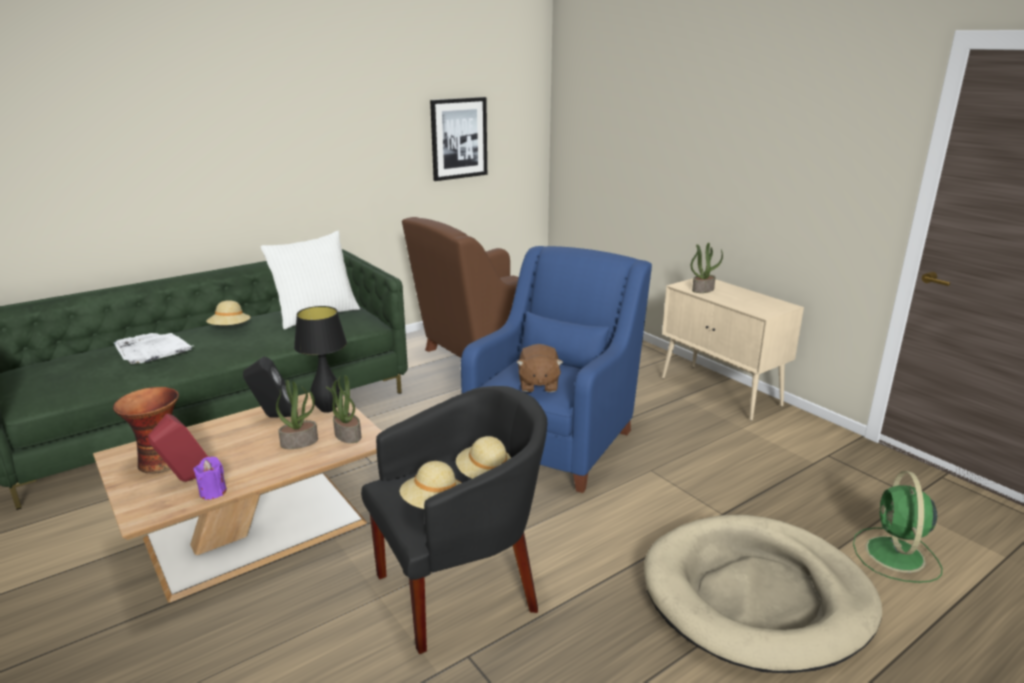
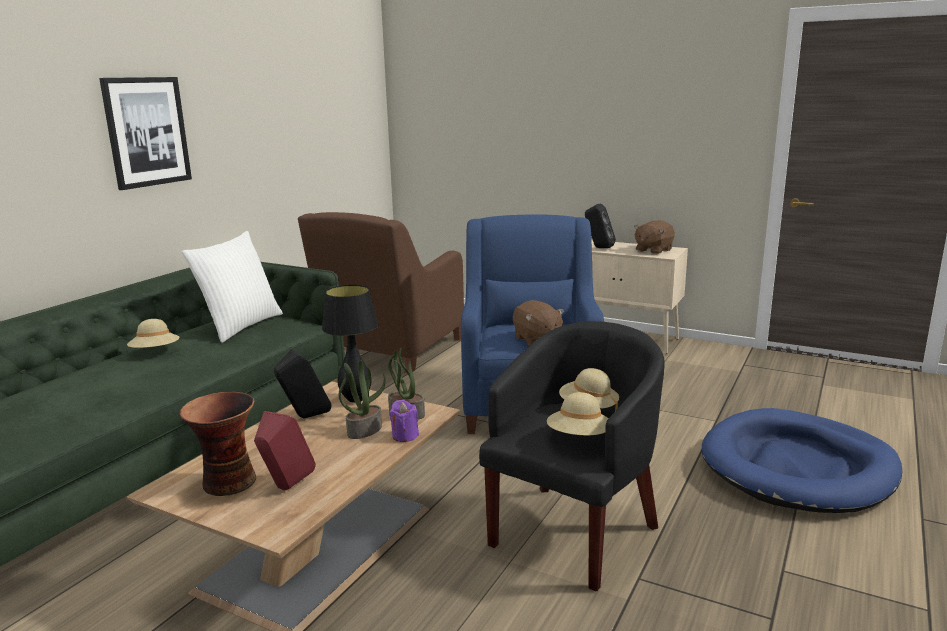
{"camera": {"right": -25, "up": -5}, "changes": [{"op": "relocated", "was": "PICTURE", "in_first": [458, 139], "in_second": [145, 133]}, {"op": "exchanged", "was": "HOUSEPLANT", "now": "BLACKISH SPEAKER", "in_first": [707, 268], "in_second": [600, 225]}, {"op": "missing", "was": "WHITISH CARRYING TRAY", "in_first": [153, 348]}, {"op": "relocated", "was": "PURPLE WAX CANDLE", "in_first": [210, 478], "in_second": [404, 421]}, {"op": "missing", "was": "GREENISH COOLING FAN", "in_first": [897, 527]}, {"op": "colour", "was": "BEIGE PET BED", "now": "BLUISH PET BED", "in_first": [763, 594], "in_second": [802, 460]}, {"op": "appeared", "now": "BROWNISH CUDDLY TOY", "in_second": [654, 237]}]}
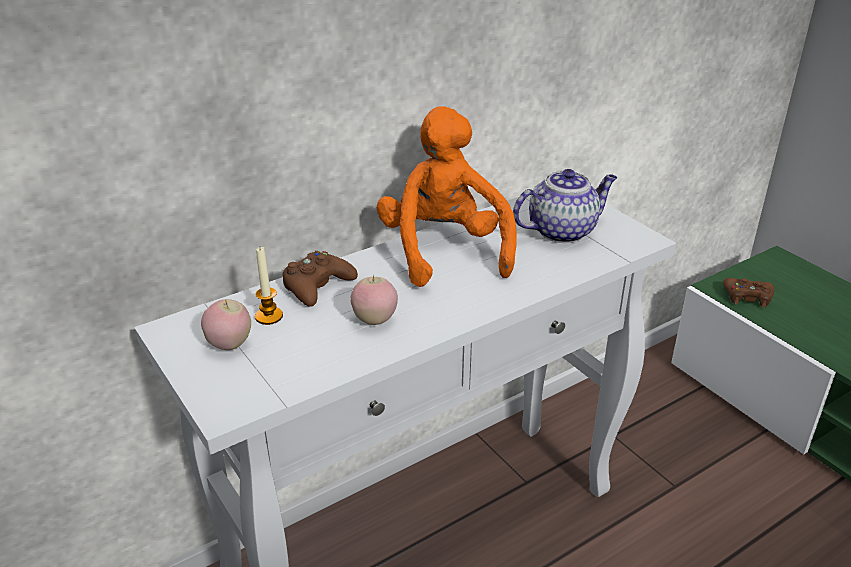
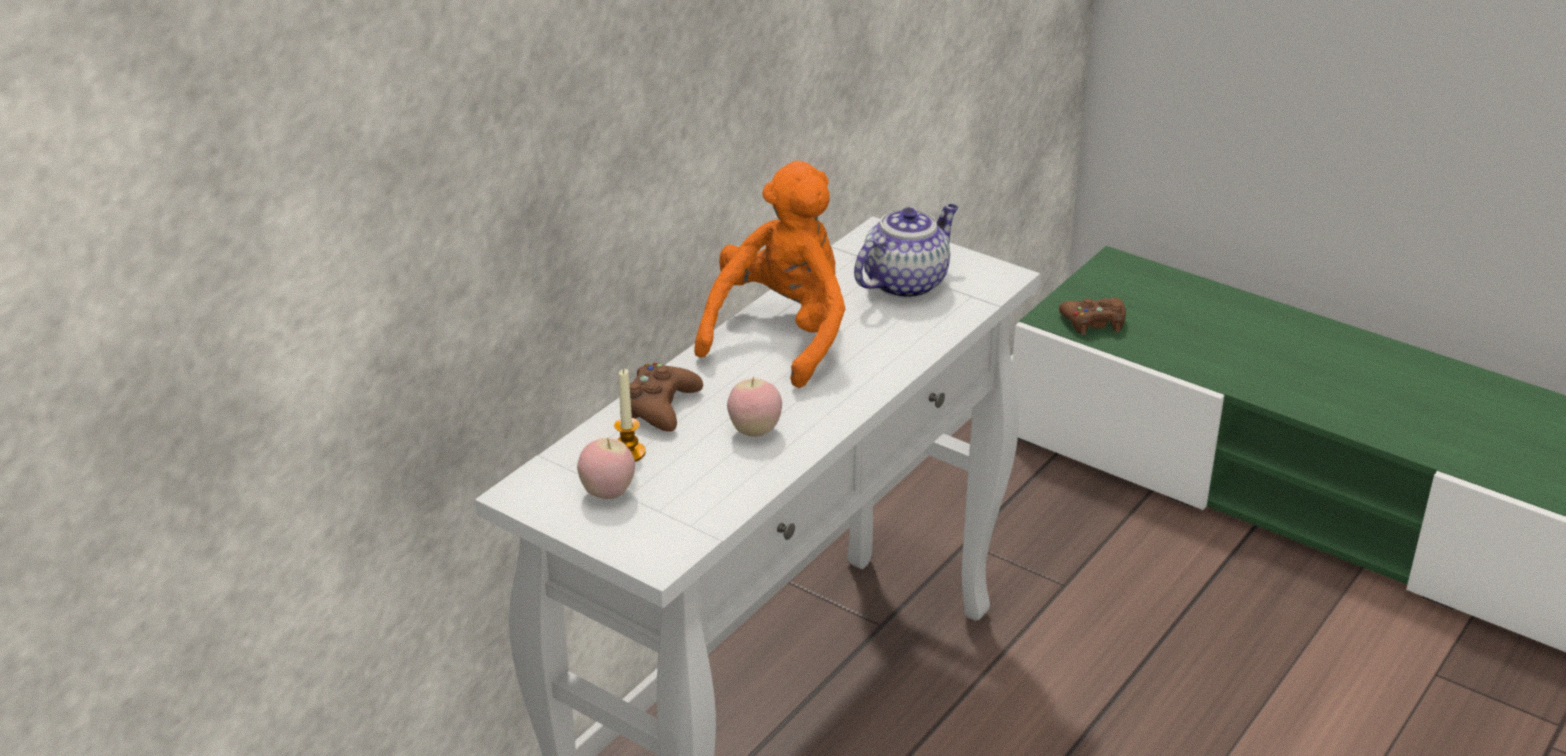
{"camera": {"right": -20, "up": 0}, "changes": [{"op": "spun", "was": "ORANGE-COLOURED CUDDLY TOY", "in_first": [447, 196], "in_second": [769, 274], "clockwise": 60}]}
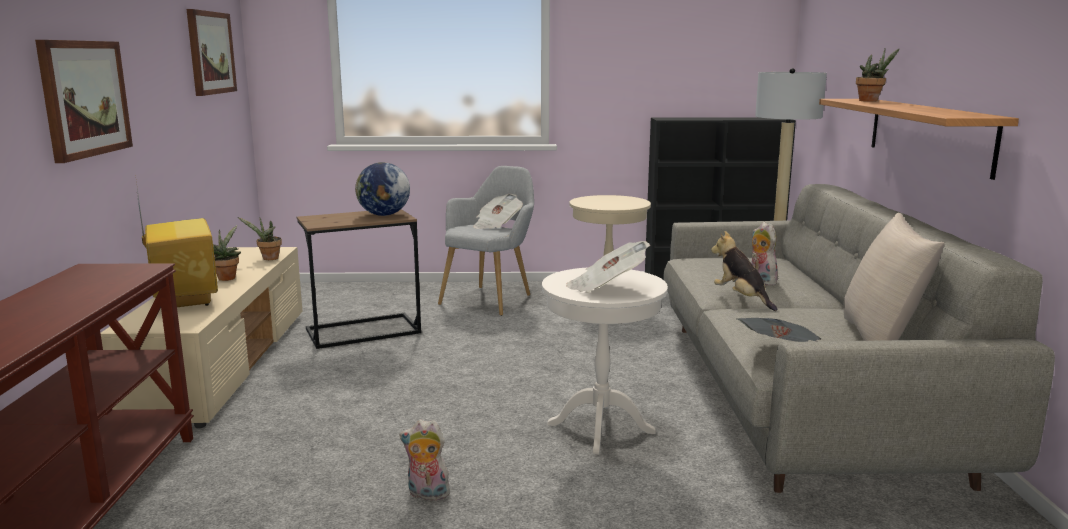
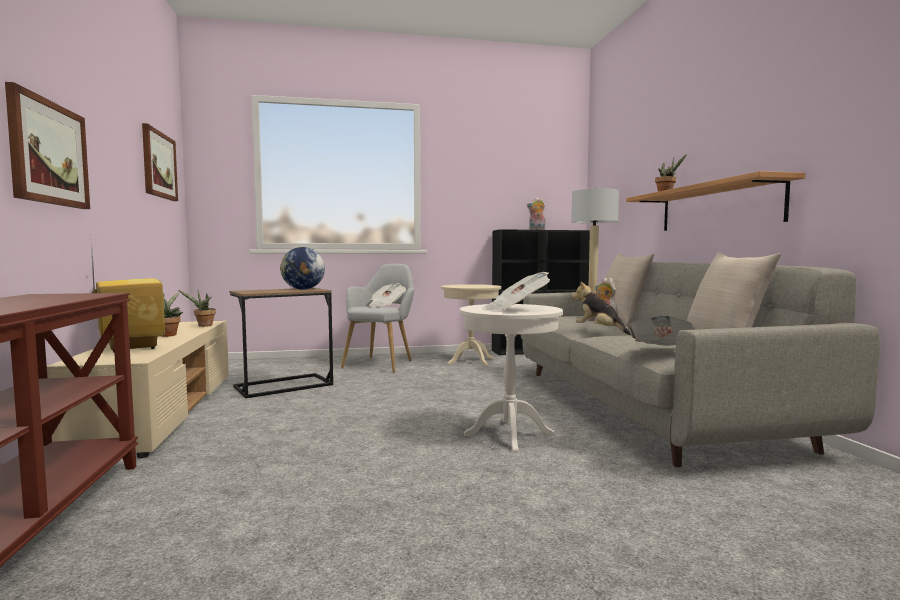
{"camera": {"right": -10, "up": -10}, "changes": [{"op": "relocated", "was": "CUDDLY TOY", "in_first": [424, 460], "in_second": [536, 213]}, {"op": "appeared", "now": "BEIGE PILLOW", "in_second": [629, 288]}]}
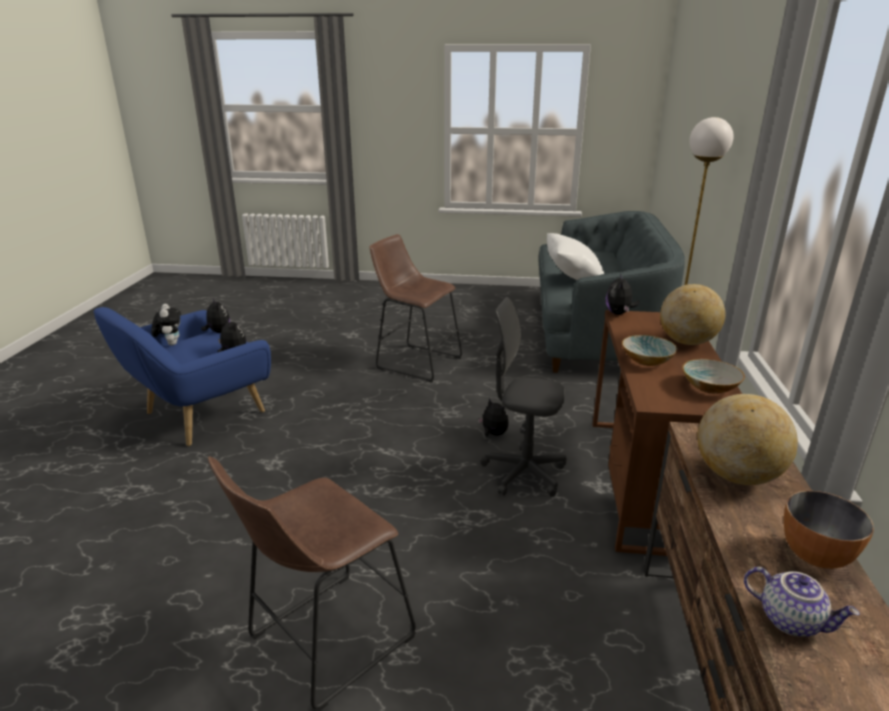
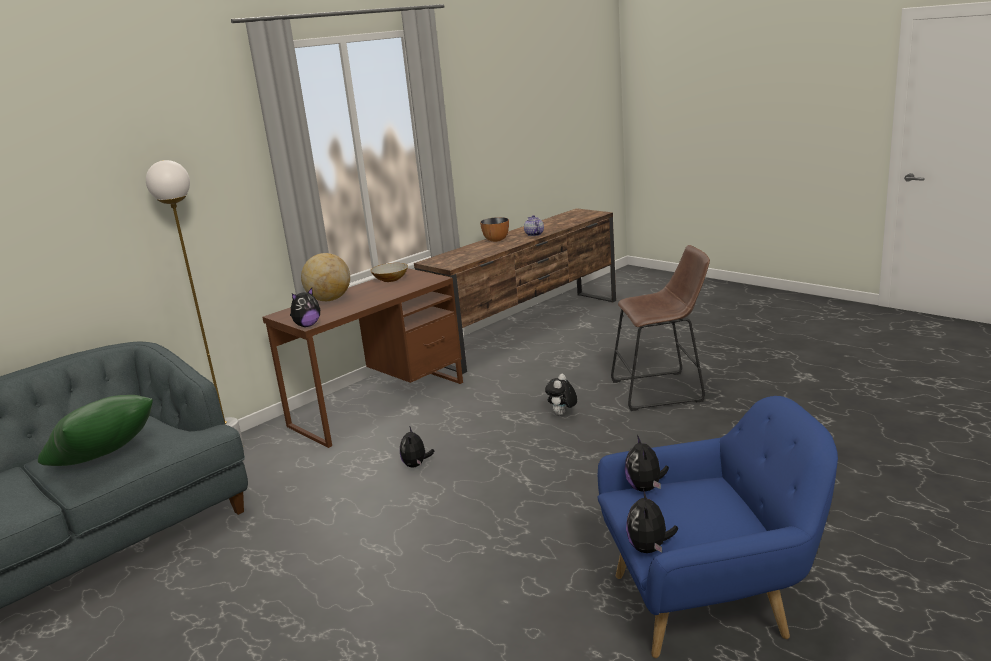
{"camera": {"right": -140, "up": -5}, "changes": [{"op": "colour", "was": "WHITISH PILLOW", "now": "GREENISH PILLOW", "in_first": [575, 256], "in_second": [95, 430]}, {"op": "missing", "was": "BROWNISH SITTING STOOL", "in_first": [415, 308]}, {"op": "missing", "was": "GREY DESK CHAIR", "in_first": [524, 397]}, {"op": "relocated", "was": "CUDDLY TOY", "in_first": [166, 324], "in_second": [561, 395]}, {"op": "missing", "was": "SERVING BOWL", "in_first": [650, 350]}, {"op": "missing", "was": "DESK GLOBE", "in_first": [748, 439]}]}
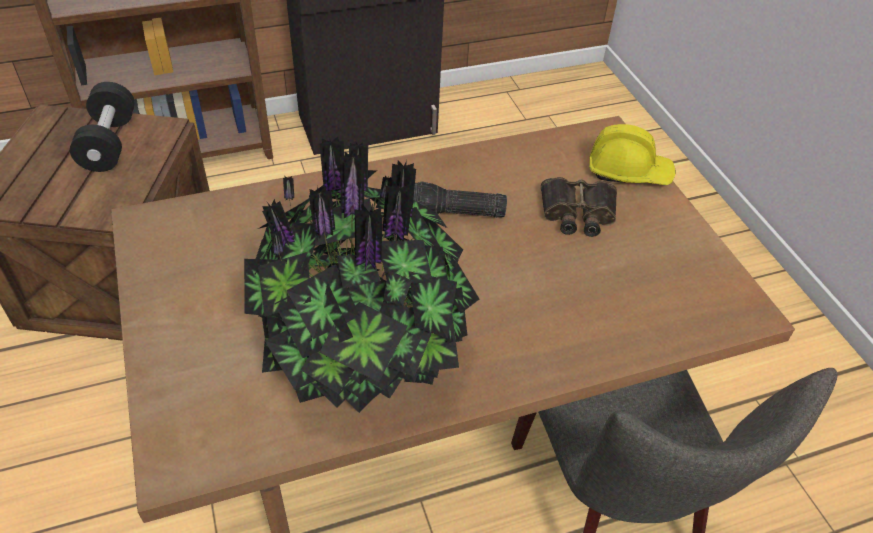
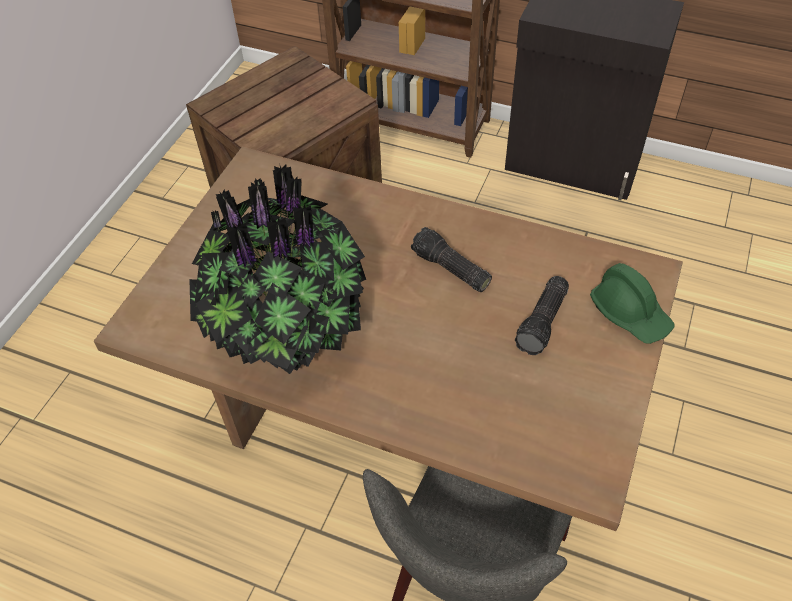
{"camera": {"right": 45, "up": 5}, "changes": [{"op": "missing", "was": "BLACKISH DUMBBELL", "in_first": [102, 127]}, {"op": "colour", "was": "YELLOWISH WORK HELMET", "now": "GREENISH WORK HELMET", "in_first": [632, 154], "in_second": [632, 303]}, {"op": "exchanged", "was": "FIELD GLASSES", "now": "FLASHLIGHT", "in_first": [579, 207], "in_second": [542, 315]}]}
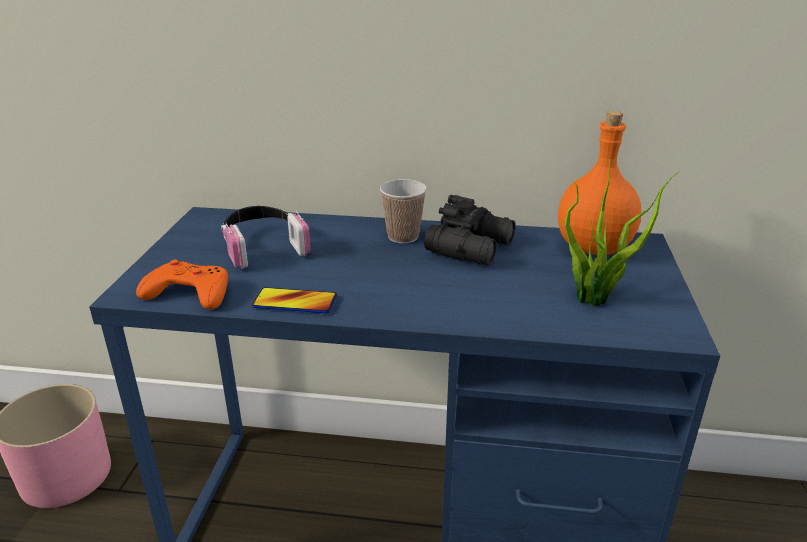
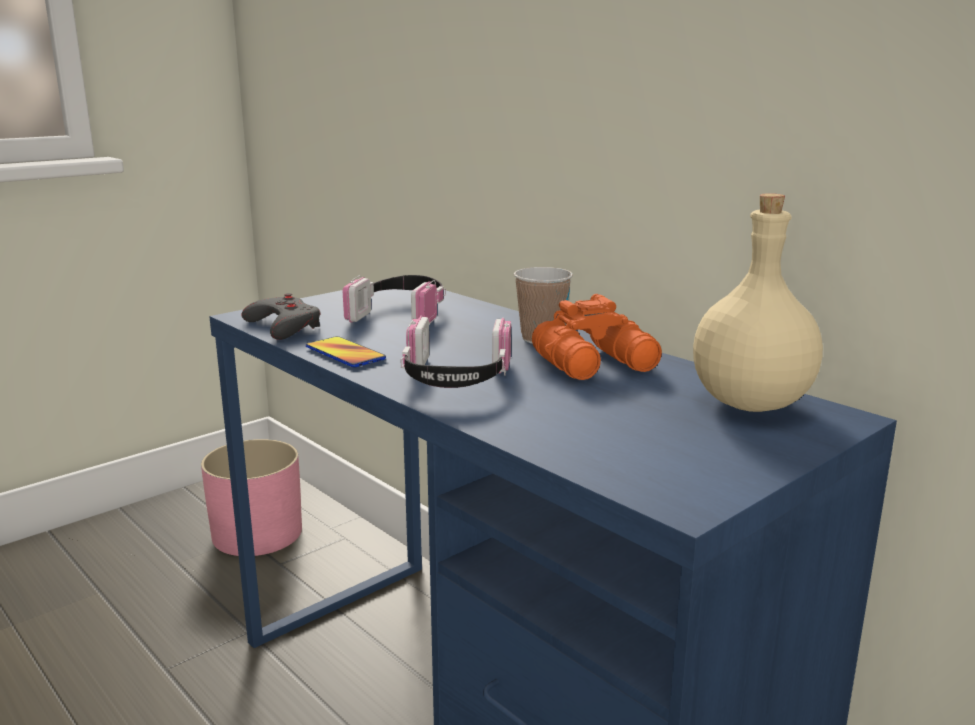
{"camera": {"right": 40, "up": -10}, "changes": [{"op": "colour", "was": "ORANGE-COLOURED DRINK BOTTLE", "now": "BEIGE DRINK BOTTLE", "in_first": [599, 183], "in_second": [758, 302]}, {"op": "missing", "was": "HOUSEPLANT", "in_first": [622, 233]}, {"op": "colour", "was": "BLACKISH FIELD GLASSES", "now": "ORANGE-COLOURED FIELD GLASSES", "in_first": [470, 230], "in_second": [597, 337]}, {"op": "colour", "was": "ORANGE-COLOURED GAME CONTROLLER", "now": "GREY GAME CONTROLLER", "in_first": [182, 284], "in_second": [281, 316]}, {"op": "appeared", "now": "HEADPHONES", "in_second": [456, 352]}]}
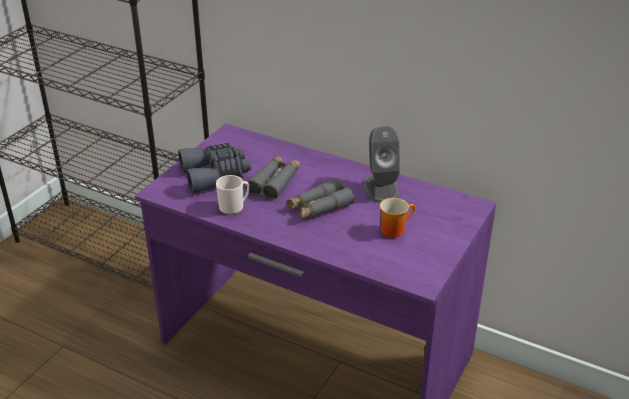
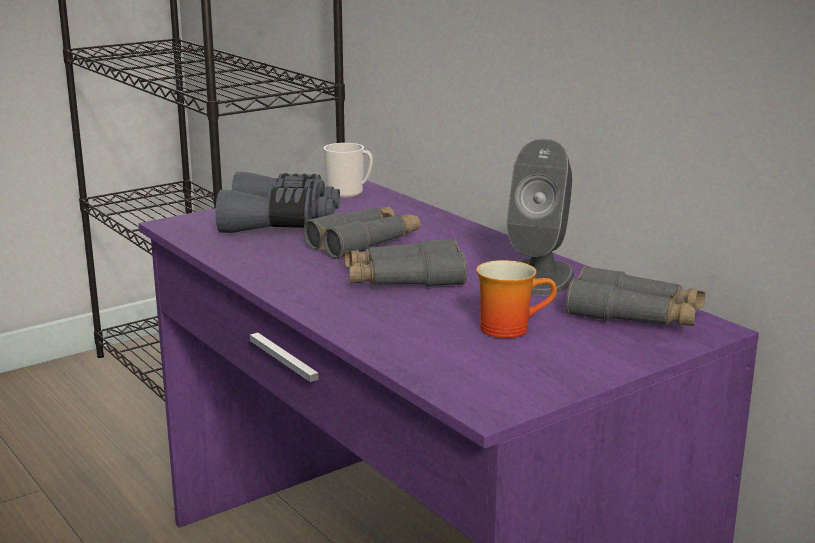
{"camera": {"right": 25, "up": -15}, "changes": [{"op": "relocated", "was": "MUG", "in_first": [232, 195], "in_second": [348, 170]}, {"op": "appeared", "now": "GREY FIELD GLASSES", "in_second": [635, 296]}]}
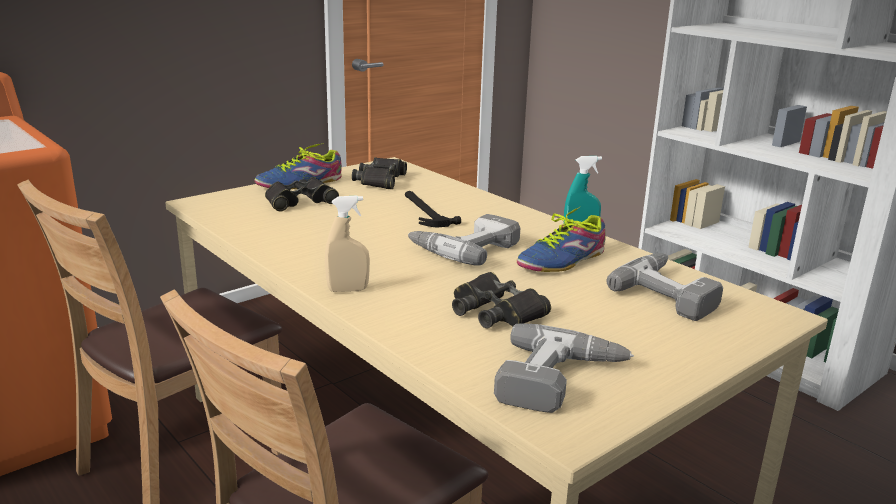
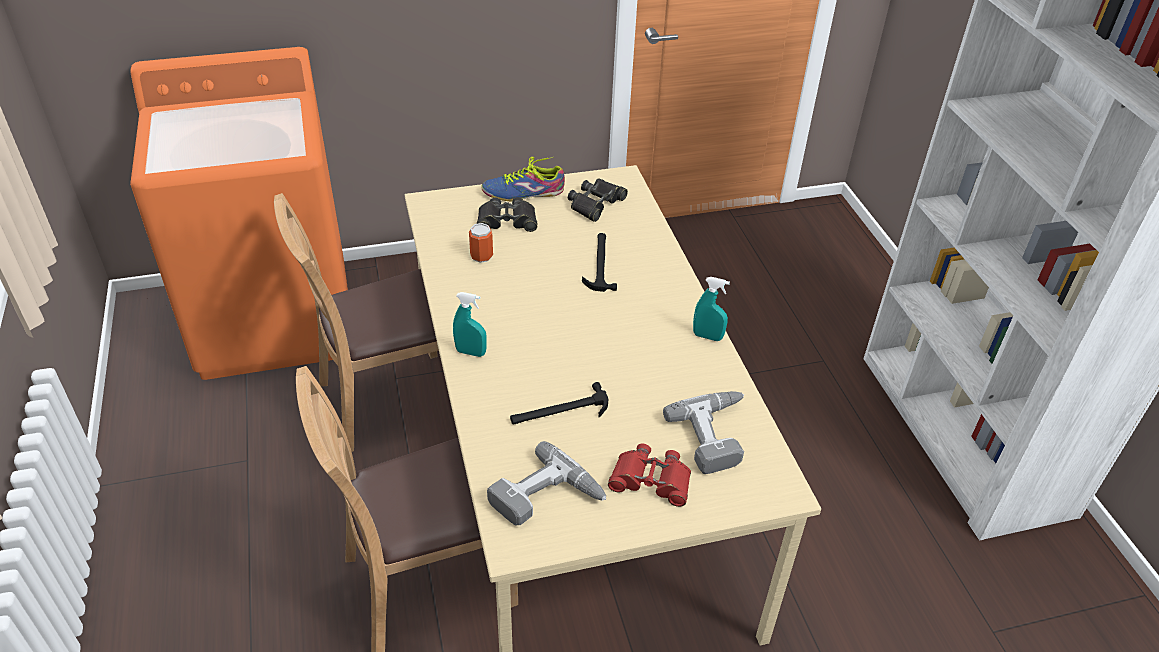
{"camera": {"right": 25, "up": 20}, "changes": [{"op": "colour", "was": "BEIGE SPRAYER", "now": "TURQUOISE-COLOURED SPRAYER", "in_first": [347, 243], "in_second": [470, 324]}, {"op": "missing", "was": "SHOE", "in_first": [561, 239]}, {"op": "missing", "was": "ELECTRIC DRILL", "in_first": [464, 240]}, {"op": "exchanged", "was": "BLACKISH FIELD GLASSES", "now": "HAND HAMMER", "in_first": [501, 300], "in_second": [559, 403]}, {"op": "appeared", "now": "SEALED CAN", "in_second": [481, 243]}, {"op": "appeared", "now": "RED-COLOURED FIELD GLASSES", "in_second": [649, 475]}]}
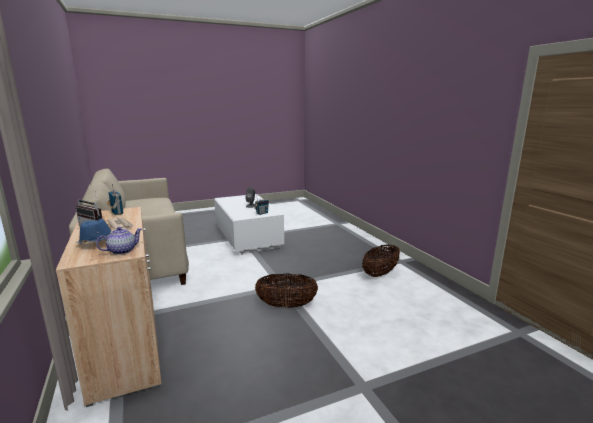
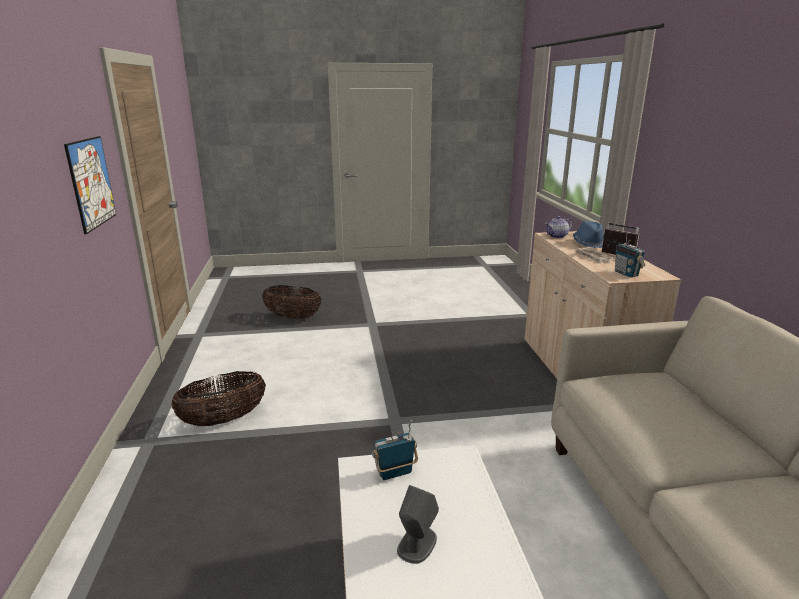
{"camera": {"right": -165, "up": 5}, "changes": [{"op": "relocated", "was": "BASKET", "in_first": [286, 291], "in_second": [291, 302]}, {"op": "appeared", "now": "PICTURE", "in_second": [90, 185]}]}
